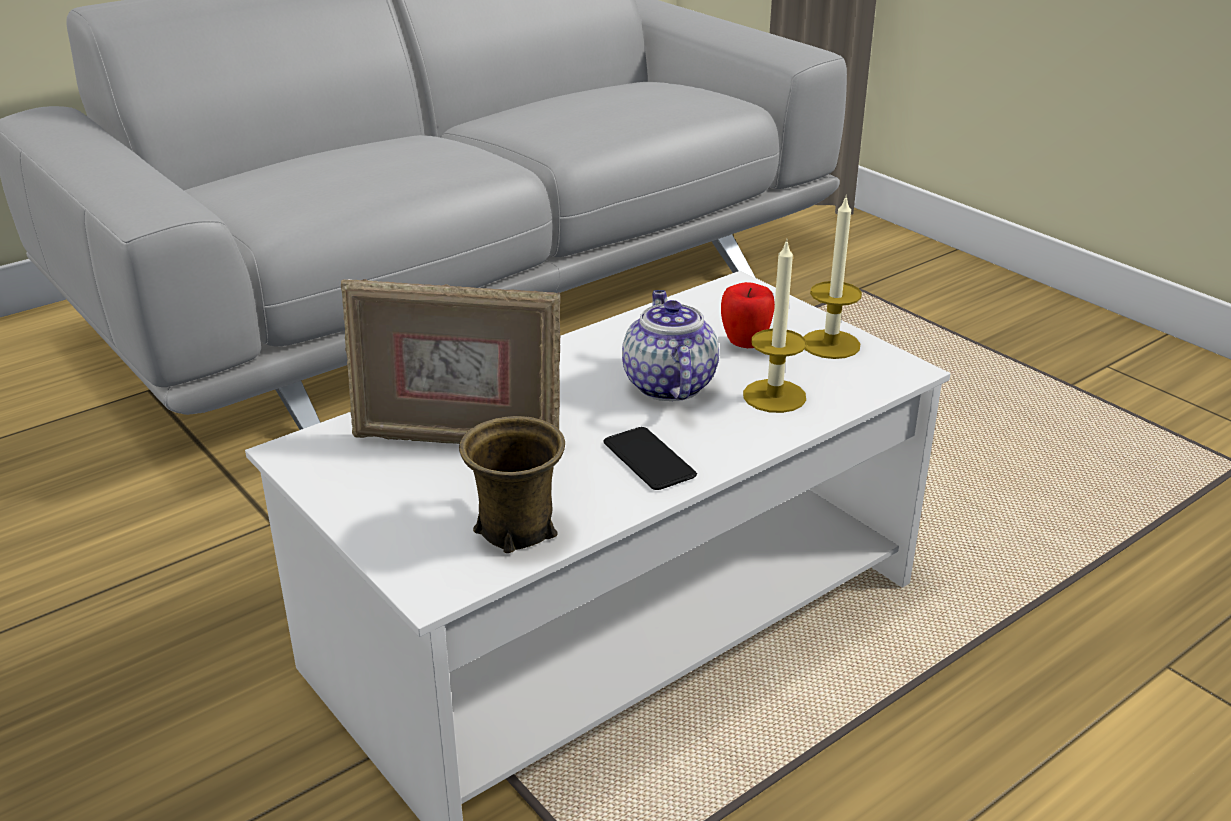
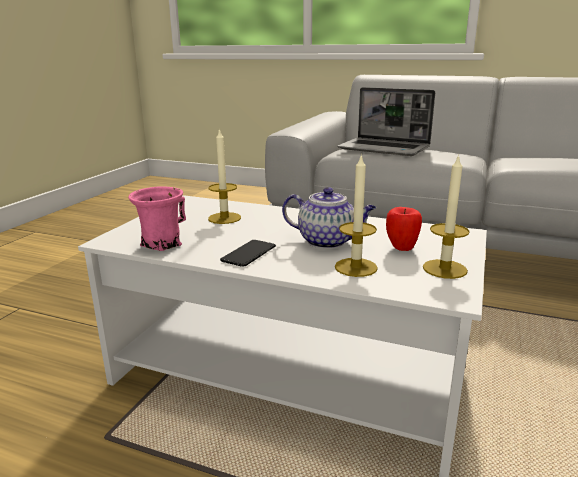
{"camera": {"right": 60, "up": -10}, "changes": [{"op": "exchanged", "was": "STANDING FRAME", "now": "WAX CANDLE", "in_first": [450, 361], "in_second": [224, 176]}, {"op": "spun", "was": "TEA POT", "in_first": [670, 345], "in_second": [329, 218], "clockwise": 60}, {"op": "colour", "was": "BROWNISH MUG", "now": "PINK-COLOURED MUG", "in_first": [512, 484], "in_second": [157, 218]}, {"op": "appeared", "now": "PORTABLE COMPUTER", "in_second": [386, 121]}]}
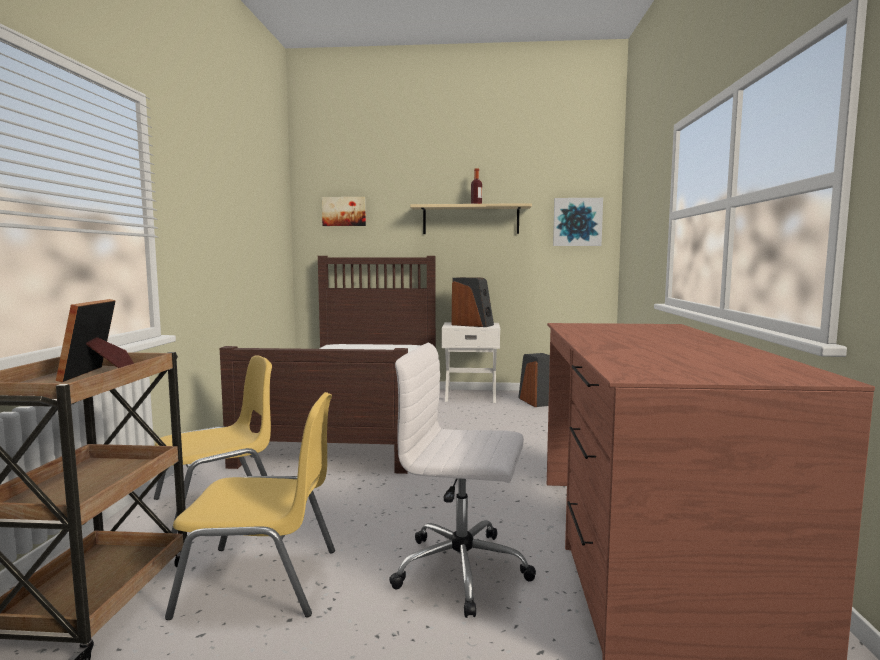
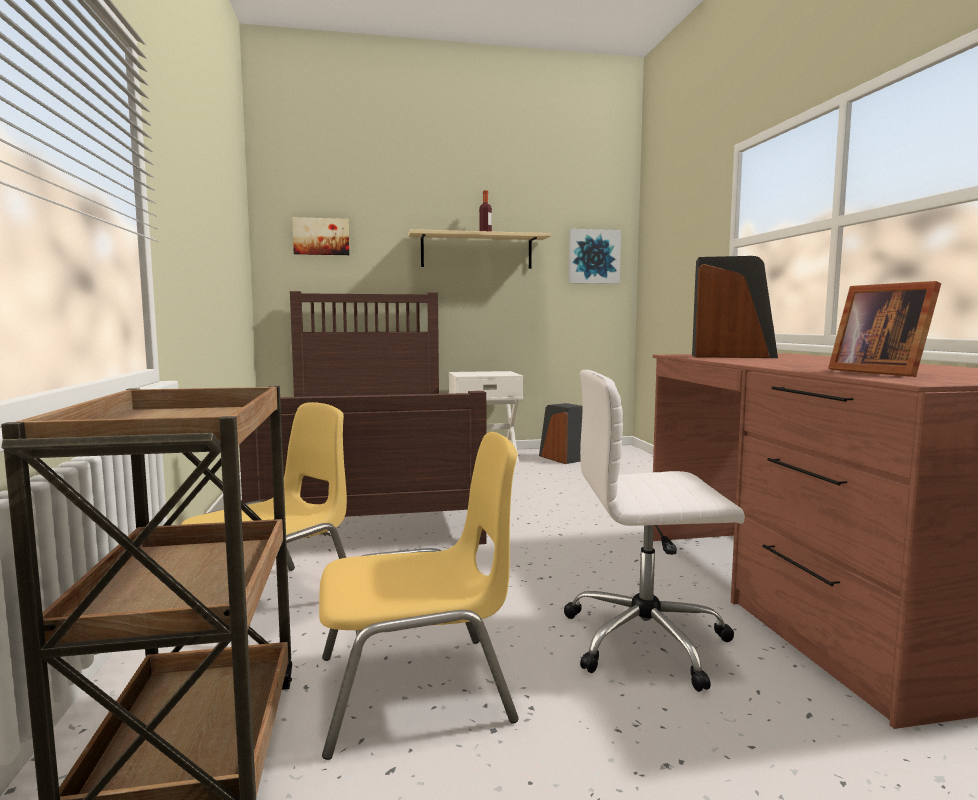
{"camera": {"right": -15, "up": 0}, "changes": [{"op": "relocated", "was": "SPEAKER", "in_first": [473, 302], "in_second": [735, 307]}, {"op": "relocated", "was": "STANDING FRAME", "in_first": [95, 340], "in_second": [884, 329]}]}
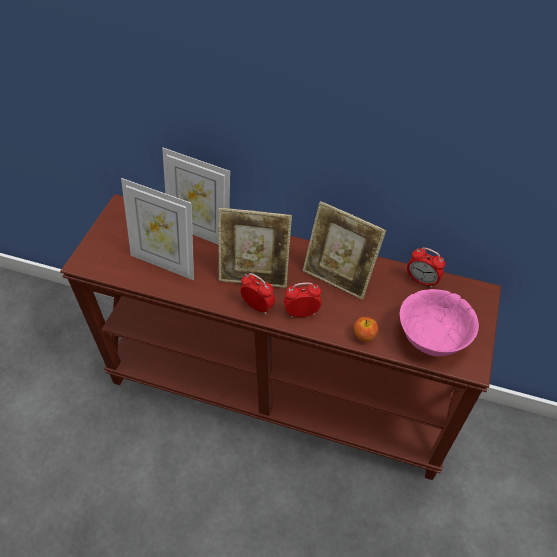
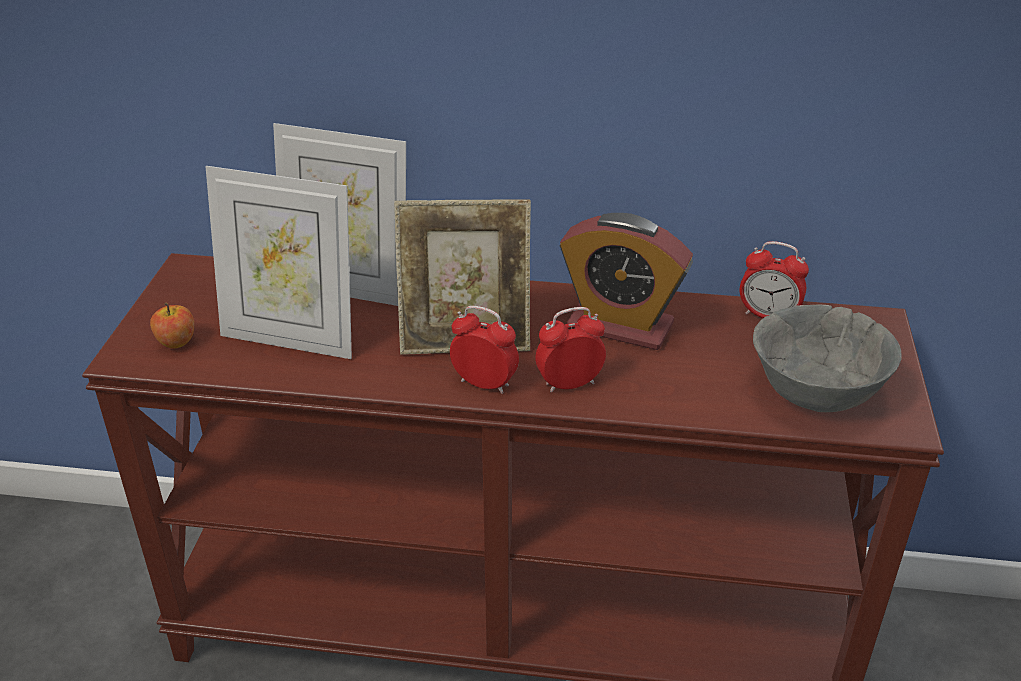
{"camera": {"right": -10, "up": -15}, "changes": [{"op": "exchanged", "was": "STANDING FRAME", "now": "ALARM CLOCK", "in_first": [344, 250], "in_second": [626, 281]}, {"op": "colour", "was": "PINK-COLOURED SERVING BOWL", "now": "GREY SERVING BOWL", "in_first": [439, 323], "in_second": [827, 358]}, {"op": "relocated", "was": "APPLE FRUIT", "in_first": [366, 329], "in_second": [172, 326]}]}
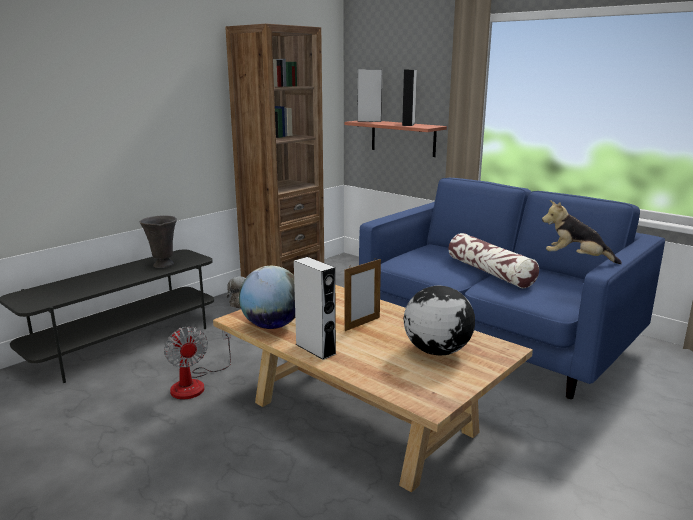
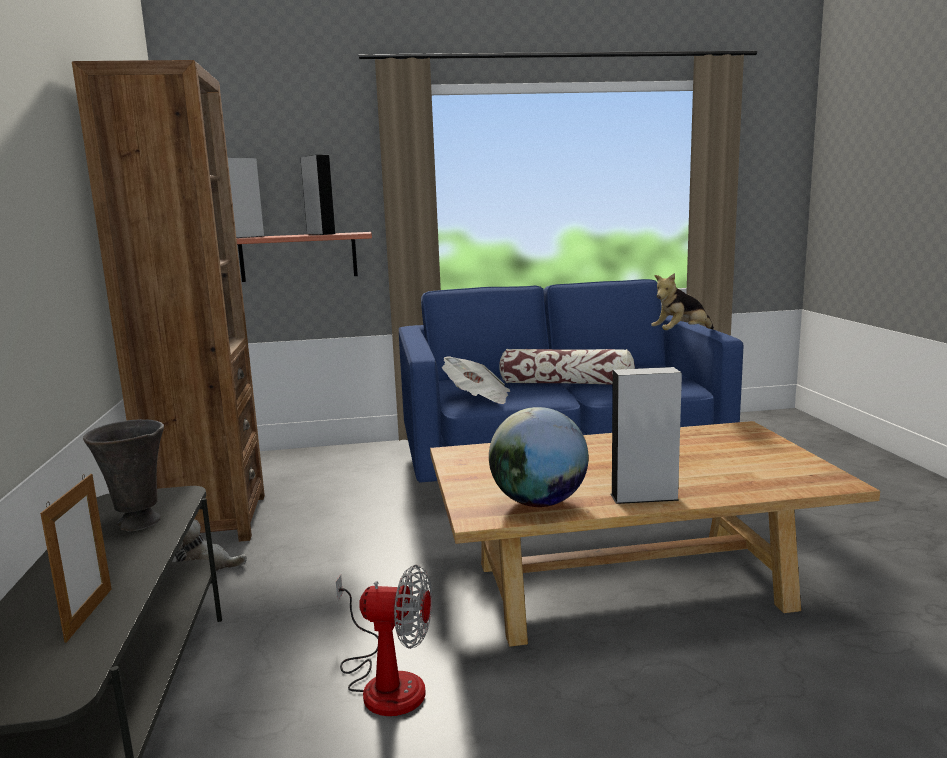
{"camera": {"right": -50, "up": -5}, "changes": [{"op": "relocated", "was": "STANDING FRAME", "in_first": [363, 295], "in_second": [76, 558]}, {"op": "missing", "was": "DESK GLOBE", "in_first": [439, 320]}, {"op": "appeared", "now": "DAILY PAPER", "in_second": [476, 380]}]}
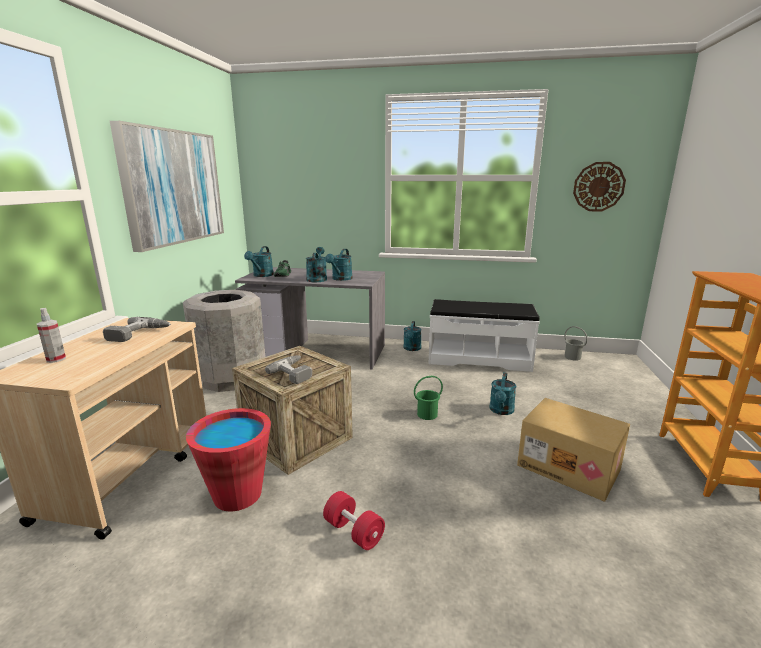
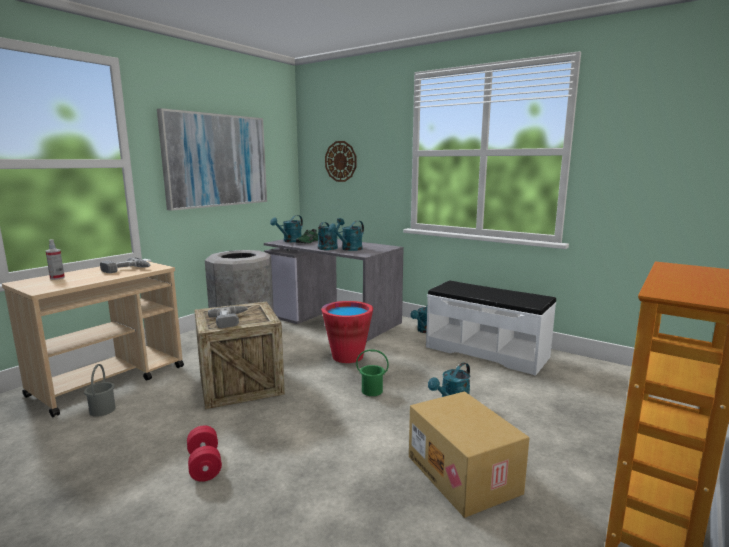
{"camera": {"right": 25, "up": -5}, "changes": [{"op": "relocated", "was": "CLOCK ON THE WALL", "in_first": [599, 186], "in_second": [340, 161]}, {"op": "relocated", "was": "GREY PAIL", "in_first": [576, 343], "in_second": [100, 390]}, {"op": "relocated", "was": "RED-COLOURED PAIL", "in_first": [228, 459], "in_second": [347, 332]}]}
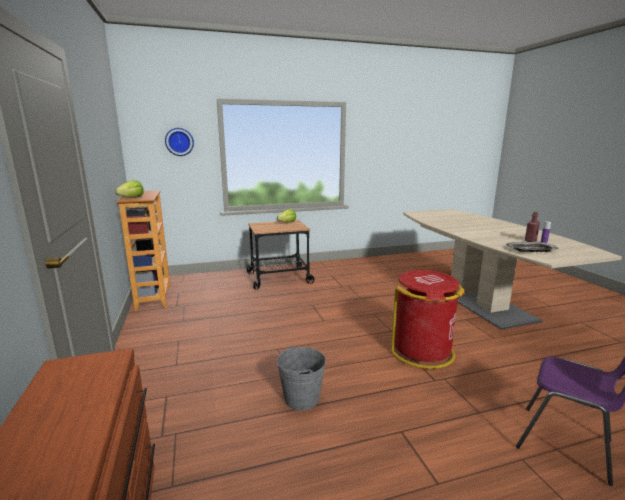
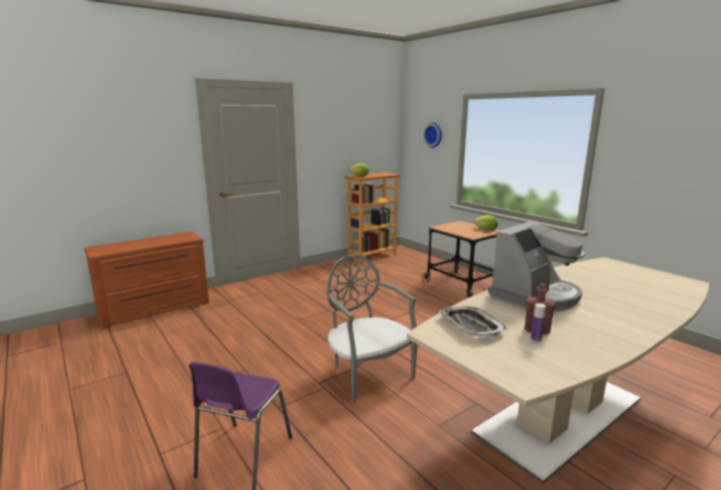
{"camera": {"right": 70, "up": 0}, "changes": [{"op": "exchanged", "was": "RED-COLOURED RUBBISH BIN", "now": "GREY CHAIR", "in_first": [428, 319], "in_second": [372, 328]}, {"op": "missing", "was": "GREY PAIL", "in_first": [301, 378]}, {"op": "appeared", "now": "COFFEE MACHINE", "in_second": [536, 266]}]}
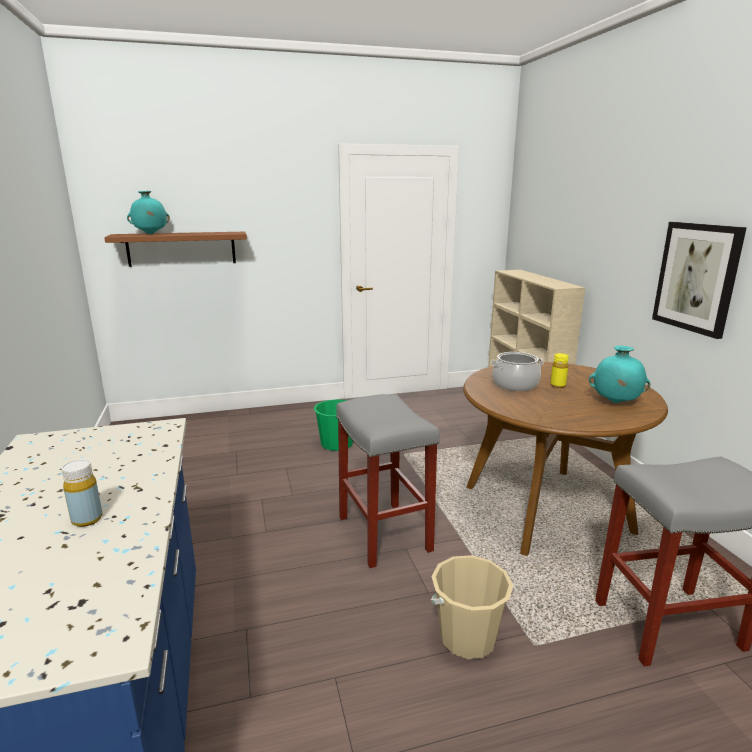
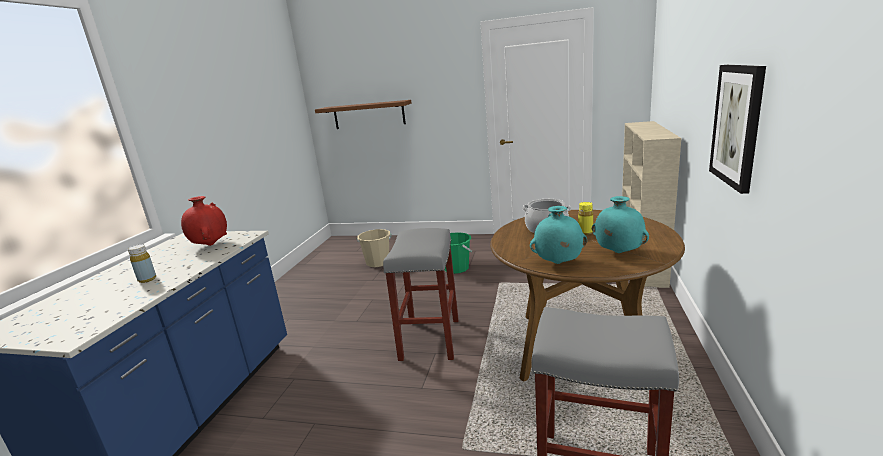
{"camera": {"right": 30, "up": 0}, "changes": [{"op": "relocated", "was": "TURQUOISE-COLOURED VASE", "in_first": [148, 212], "in_second": [558, 235]}, {"op": "relocated", "was": "BEIGE PAIL", "in_first": [472, 607], "in_second": [374, 248]}, {"op": "appeared", "now": "RED-COLOURED VASE", "in_second": [204, 221]}]}
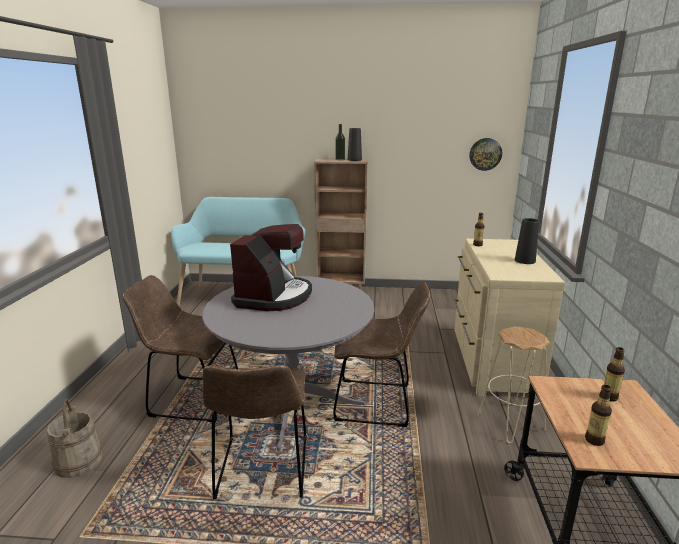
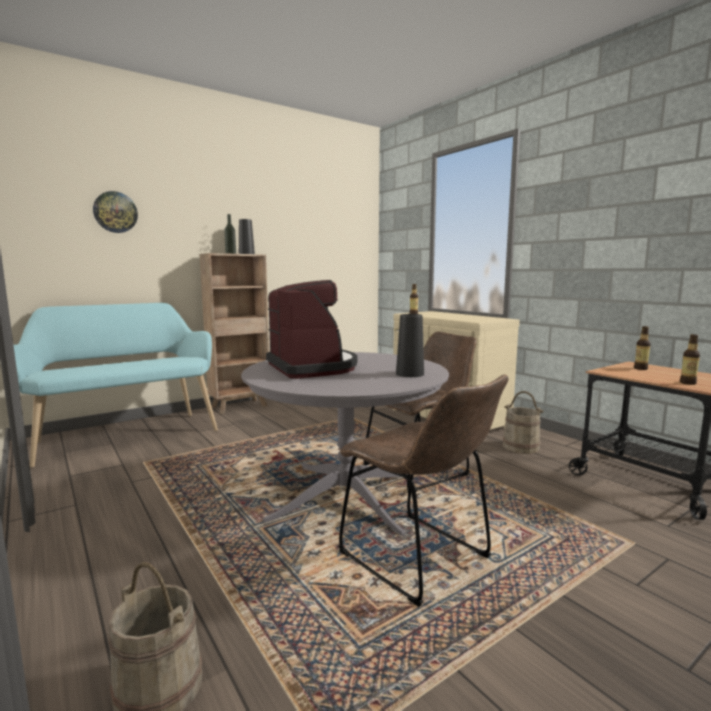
{"camera": {"right": -40, "up": -10}, "changes": [{"op": "relocated", "was": "CLOCK ON THE WALL", "in_first": [485, 154], "in_second": [115, 212]}, {"op": "relocated", "was": "BLACKISH VASE", "in_first": [527, 241], "in_second": [410, 345]}, {"op": "missing", "was": "BROWNISH CHAIR", "in_first": [180, 348]}, {"op": "exchanged", "was": "BEIGE SITTING STOOL", "now": "BEIGE PAIL", "in_first": [514, 384], "in_second": [523, 422]}]}
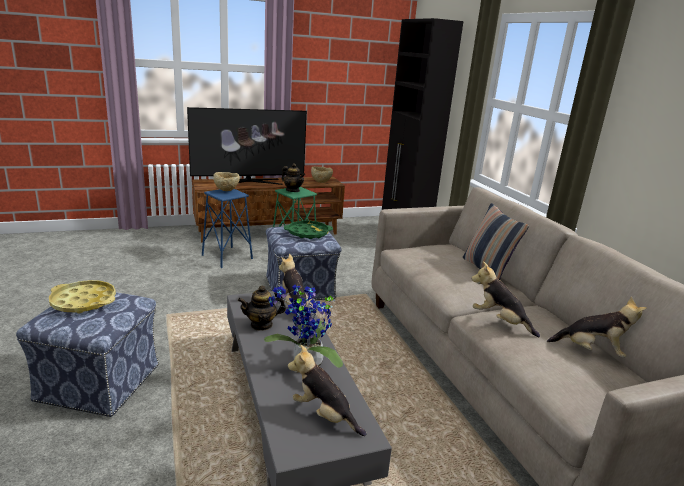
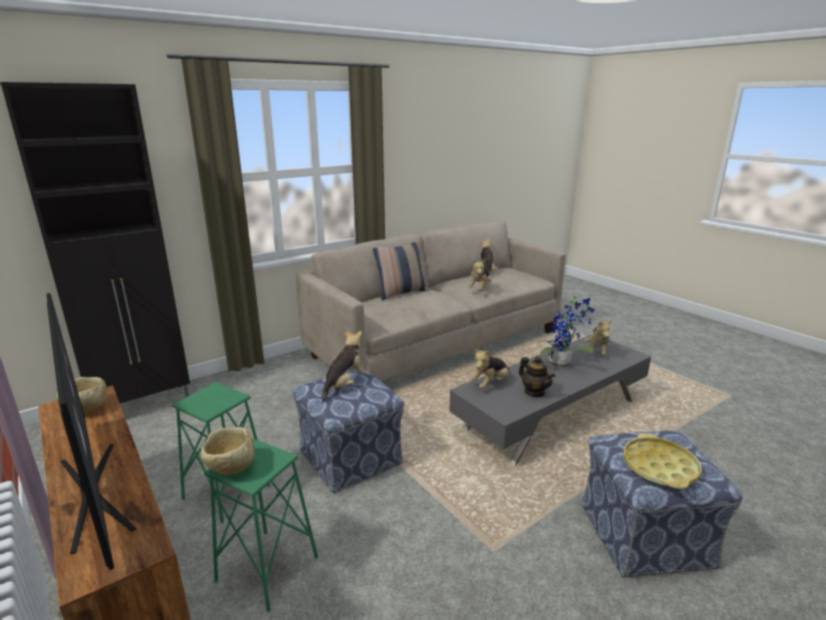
{"camera": {"right": -105, "up": 0}, "changes": [{"op": "missing", "was": "TEA POT", "in_first": [293, 177]}, {"op": "colour", "was": "BLUISH SITTING STOOL", "now": "GREENISH SITTING STOOL", "in_first": [227, 228], "in_second": [261, 525]}, {"op": "exchanged", "was": "GREENISH CARRYING TRAY", "now": "CUDDLY TOY", "in_first": [308, 230], "in_second": [344, 366]}]}
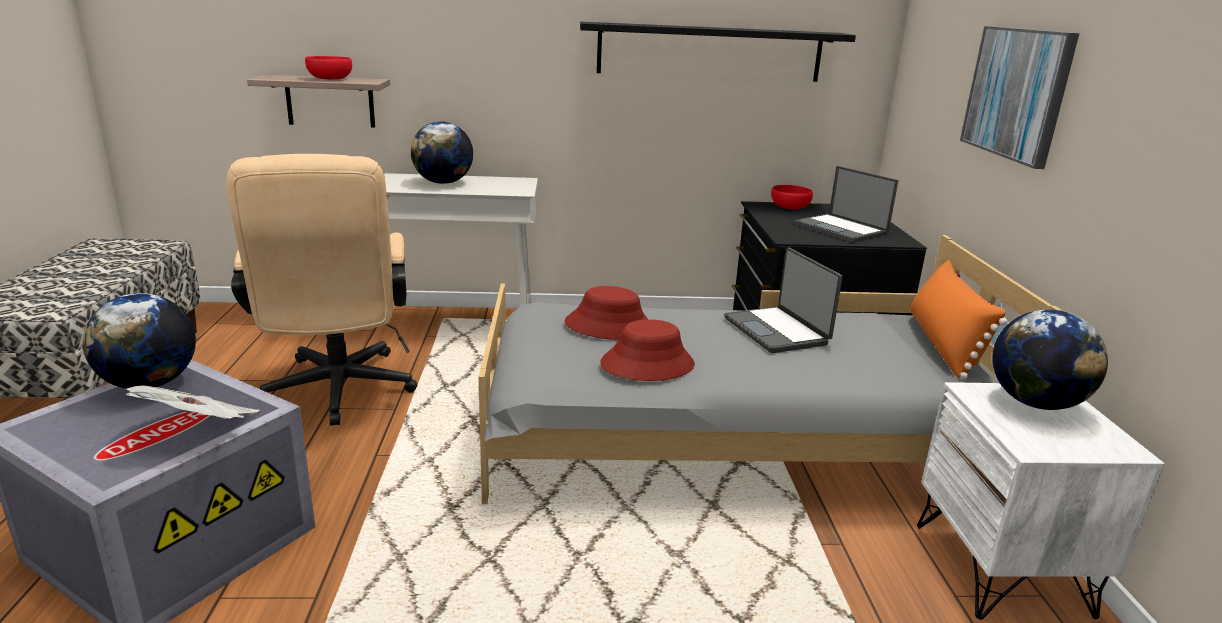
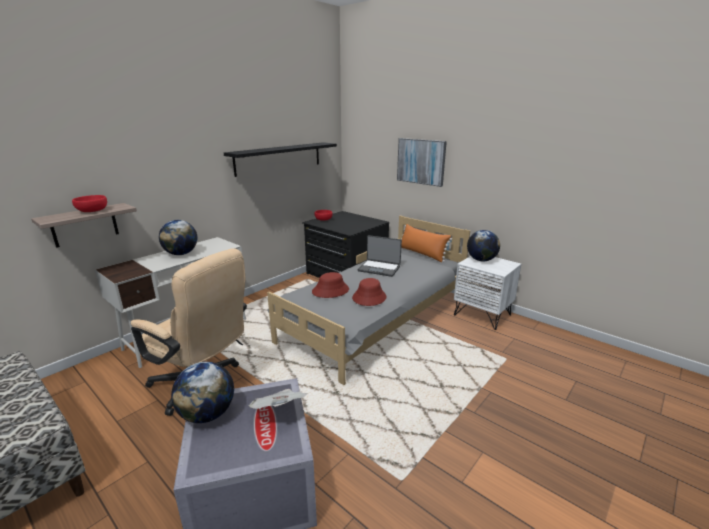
{"camera": {"right": -45, "up": 0}, "changes": [{"op": "missing", "was": "PORTABLE COMPUTER", "in_first": [846, 204]}]}
